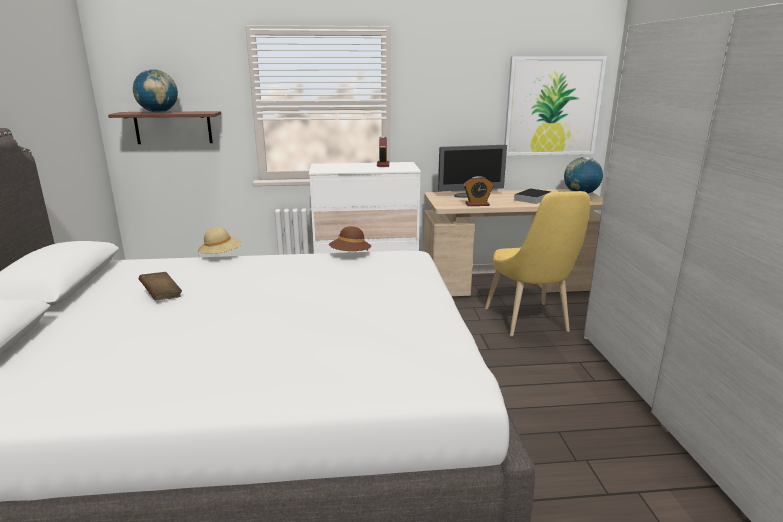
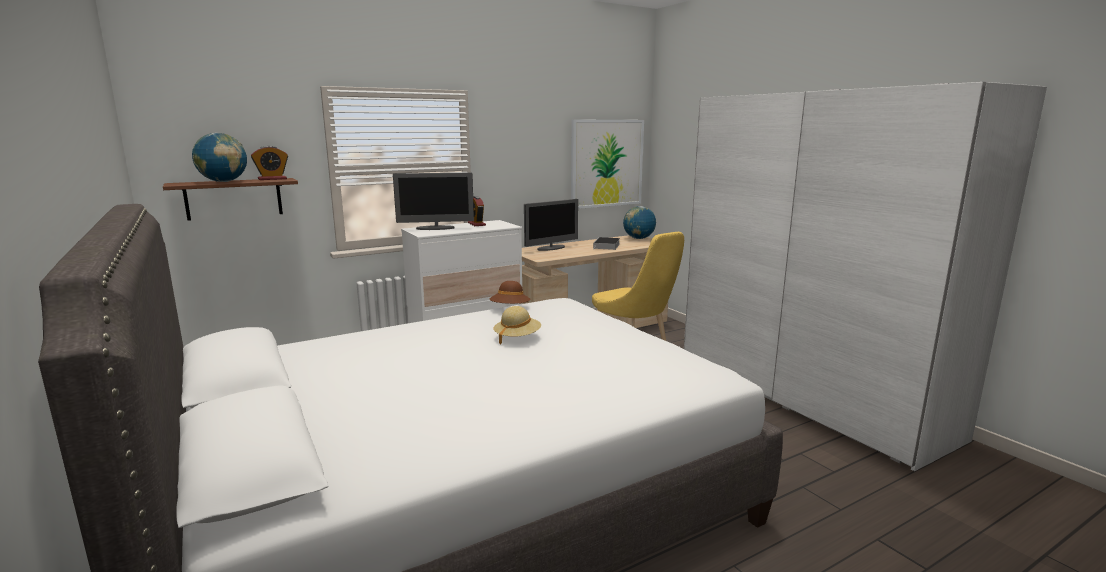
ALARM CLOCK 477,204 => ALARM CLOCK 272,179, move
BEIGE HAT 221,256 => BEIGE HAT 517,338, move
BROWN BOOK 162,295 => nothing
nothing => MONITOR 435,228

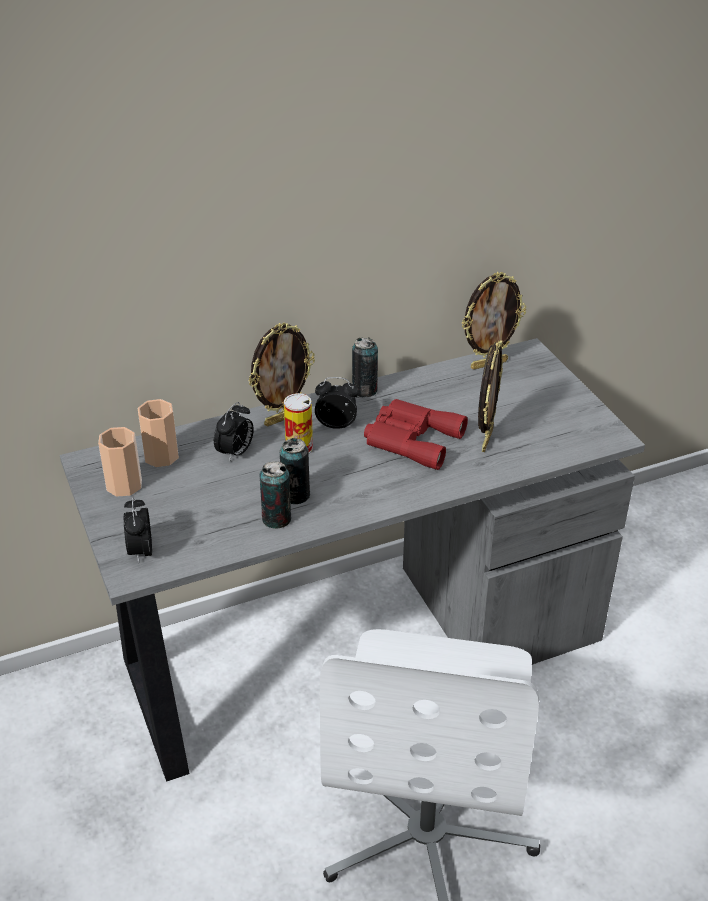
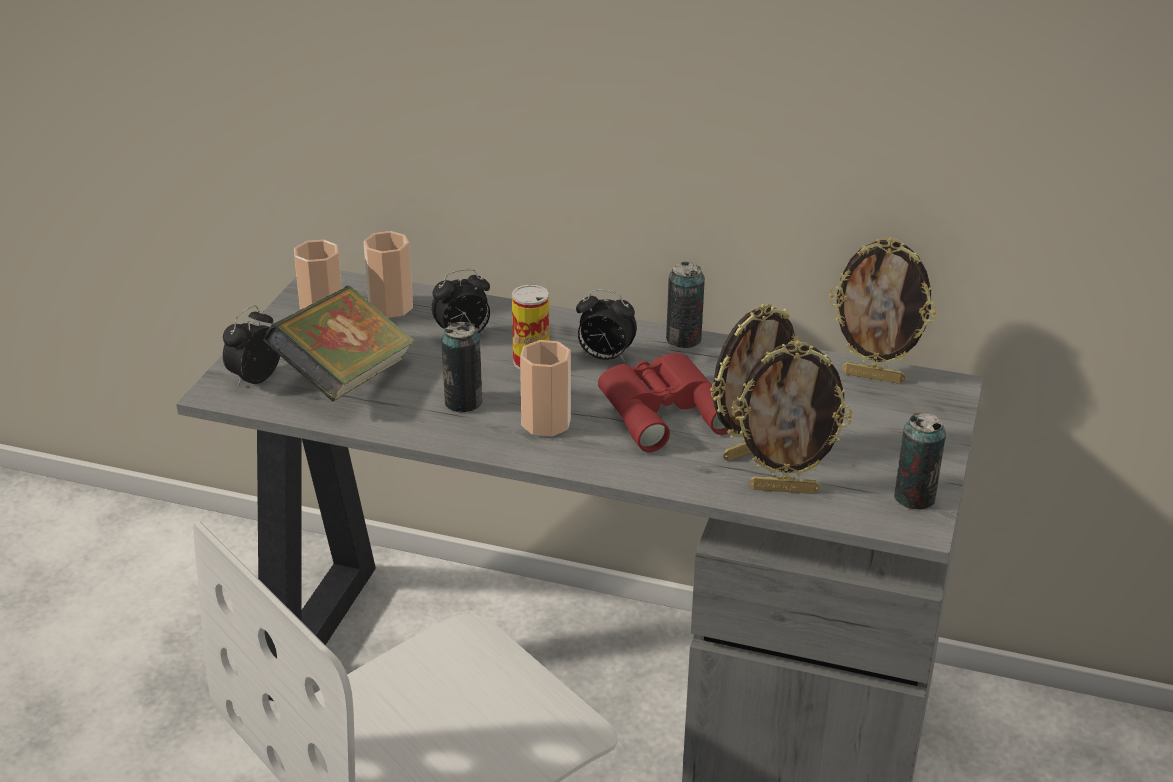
PICTURE FRAME 283,418 => PICTURE FRAME 784,488, move
ALARM CLOCK 337,424 => ALARM CLOCK 604,357, 150 degrees clockwise
CAN 276,519 => CAN 914,498, move
nothing => BOOK 344,379
nothing => CUP 546,423

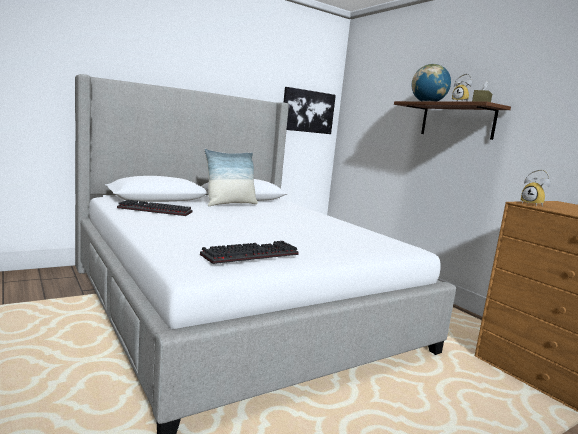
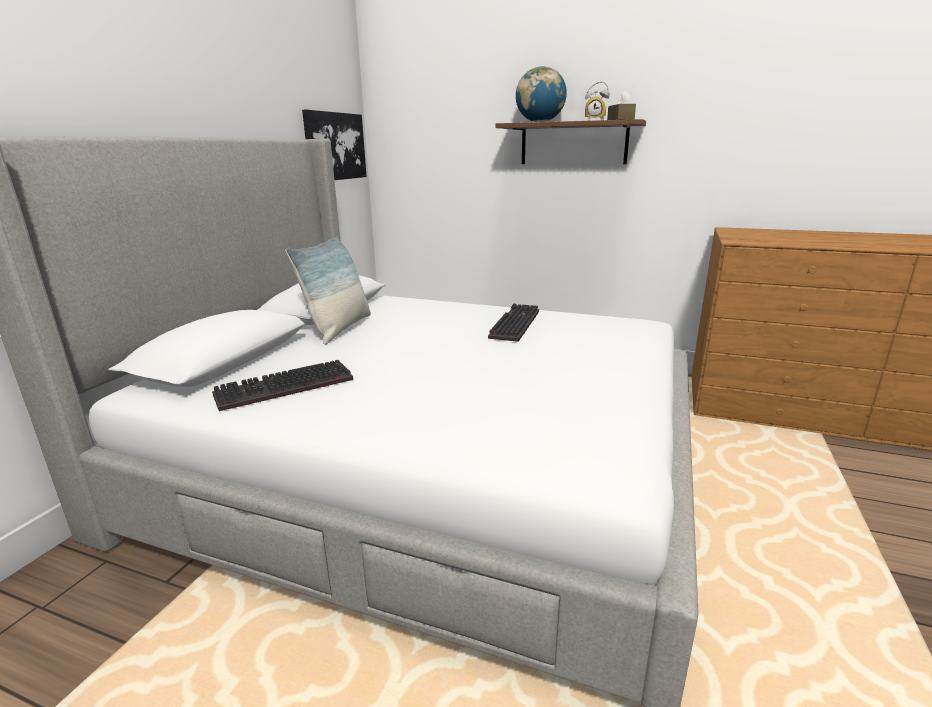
ALARM CLOCK 533,205 => nothing
KEYBOARD 251,254 => KEYBOARD 513,324, move

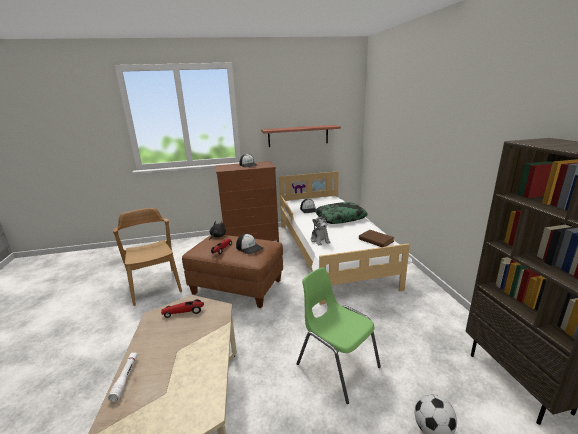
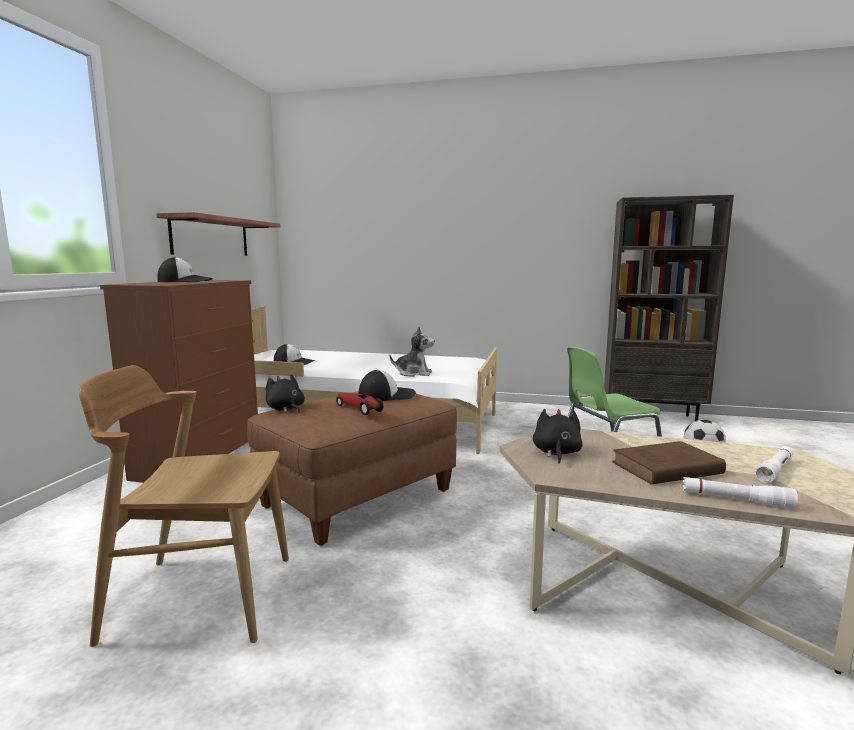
PILLOW 340,218 => nothing
BROWN BOOK 375,240 => BROWN BOOK 664,469, move
TOY CAR 183,312 => BLACK PLUSH TOY 556,453
nothing => WHITE FLASHLIGHT 775,470

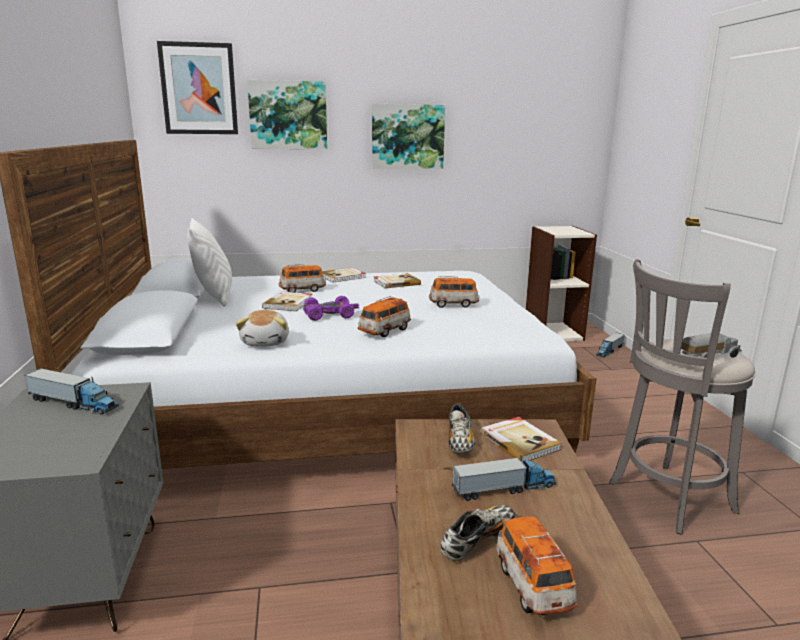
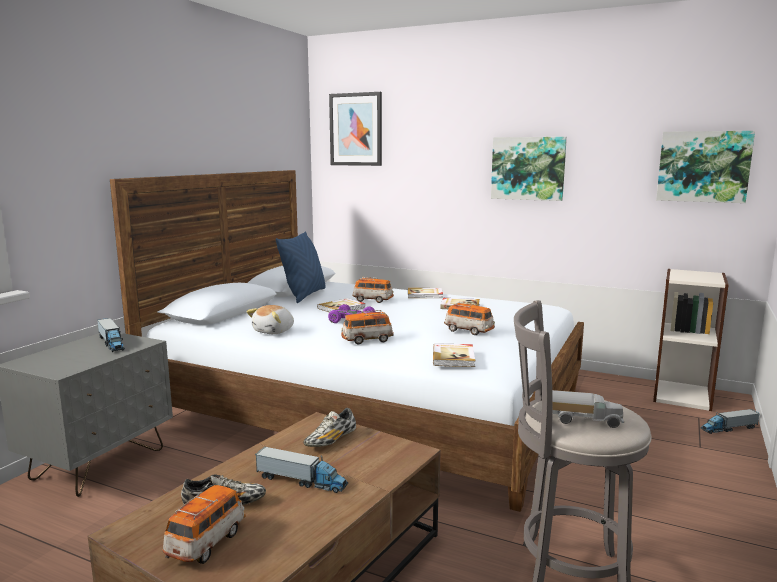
PICTURE 288,115 => PICTURE 703,166, move
WHITE PILLOW 213,296 => BLUE PILLOW 304,295
BOOK 520,441 => BOOK 454,357, move

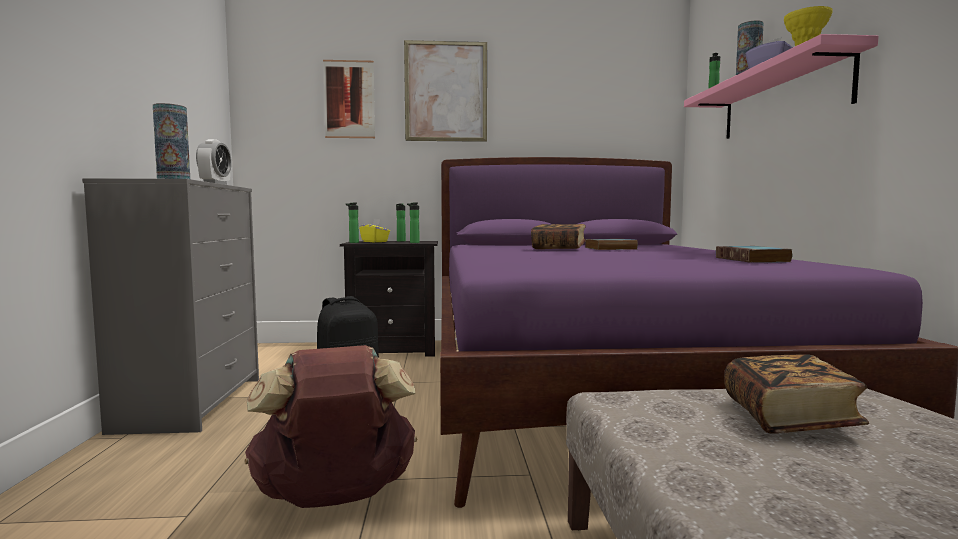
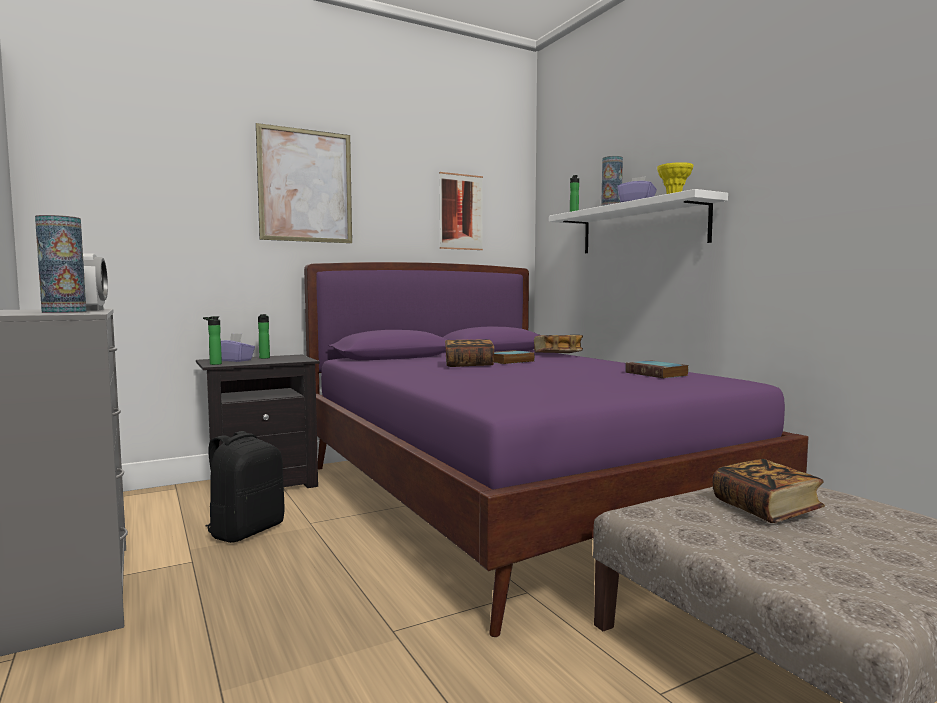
PINK SHELF 781,99 => WHITE SHELF 641,227
PICTURE 349,99 => PICTURE 461,212, move
BOTTLE 413,243 => nothing
YELLOW TISSUE BOX 375,241 => PURPLE TISSUE BOX 235,360
BROWN BACKPACK 335,498 => nothing
nothing => BOOK 557,354

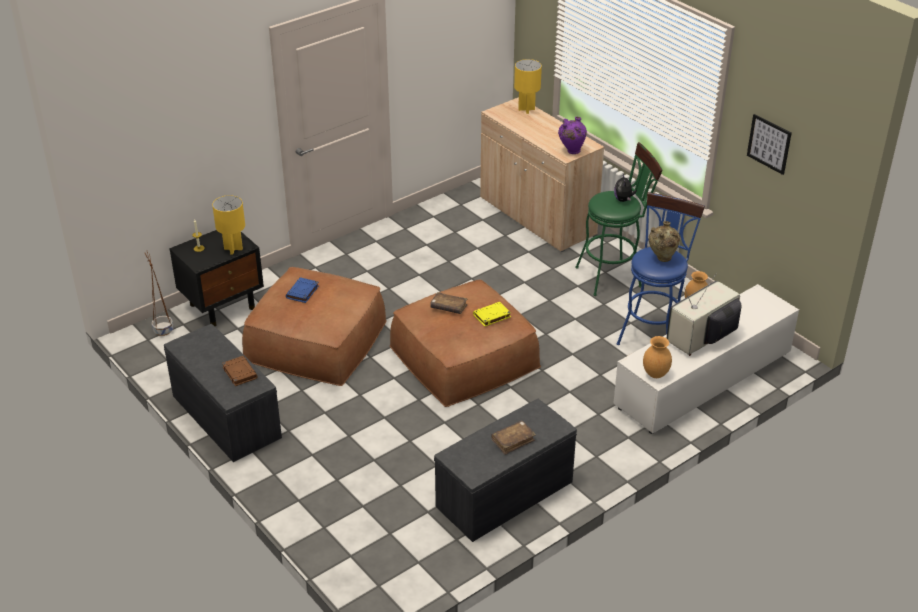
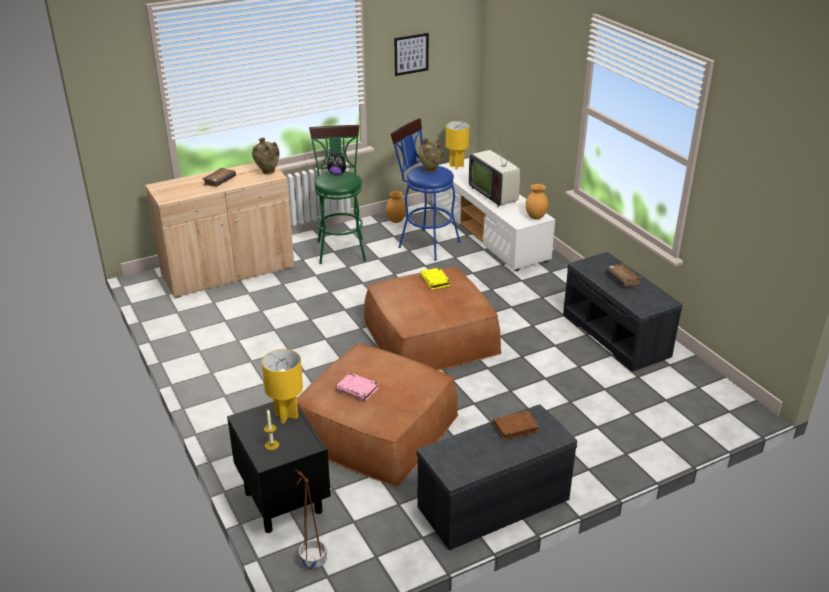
YELLOW TABLE LAMP 526,109 => YELLOW TABLE LAMP 456,166, move
PURPLE VASE 571,151 => BEIGE VASE 267,173
BLUE BOOK 302,292 => PINK BOOK 358,389
BROWN BOOK 448,307 => BROWN BOOK 219,181, move

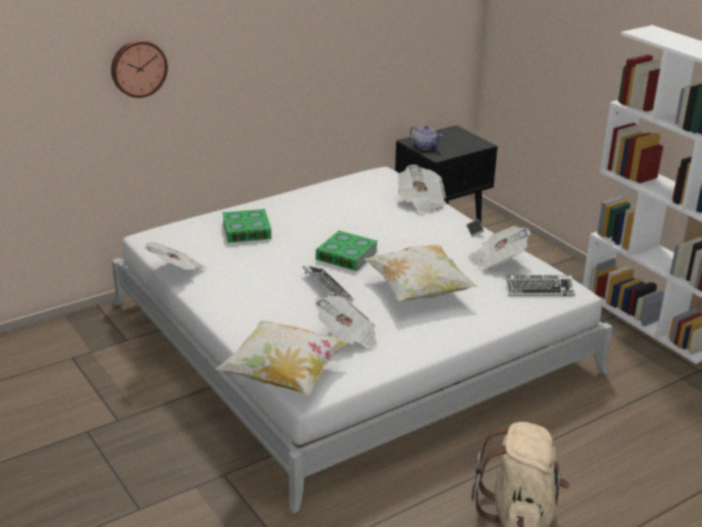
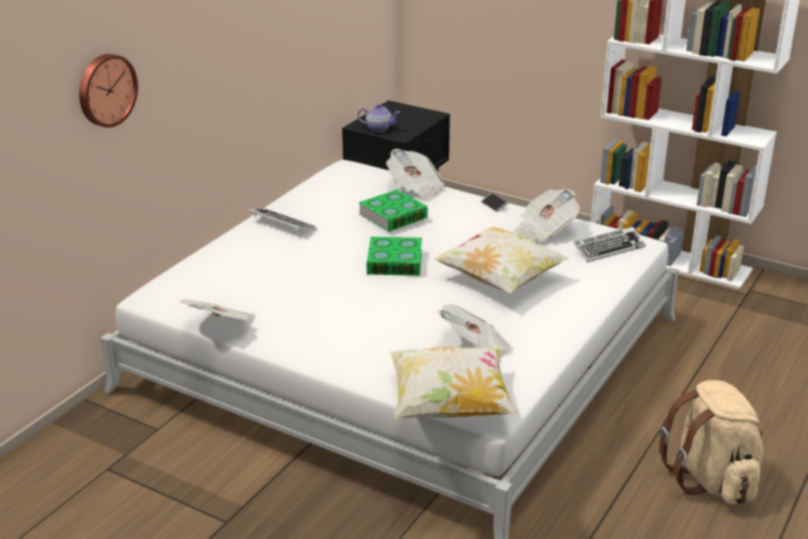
BOOK 246,231 => BOOK 393,216, move
KEYBOARD 326,287 => KEYBOARD 282,224, move

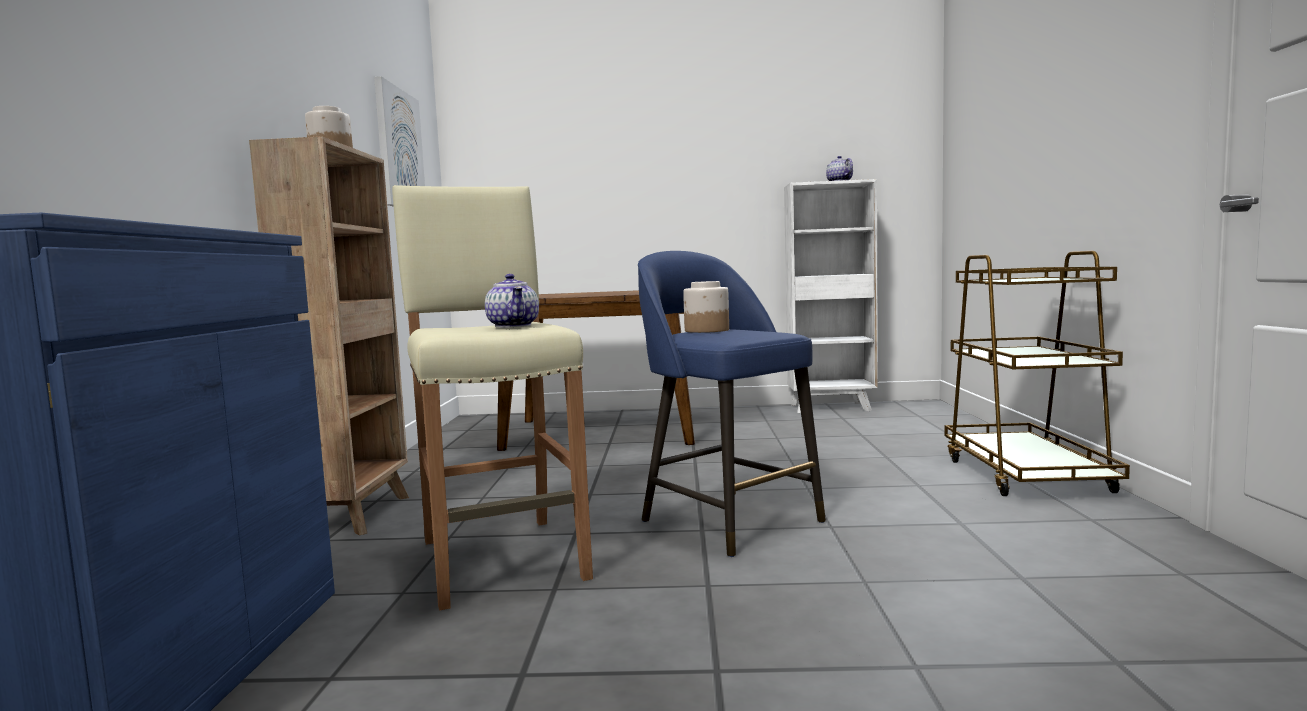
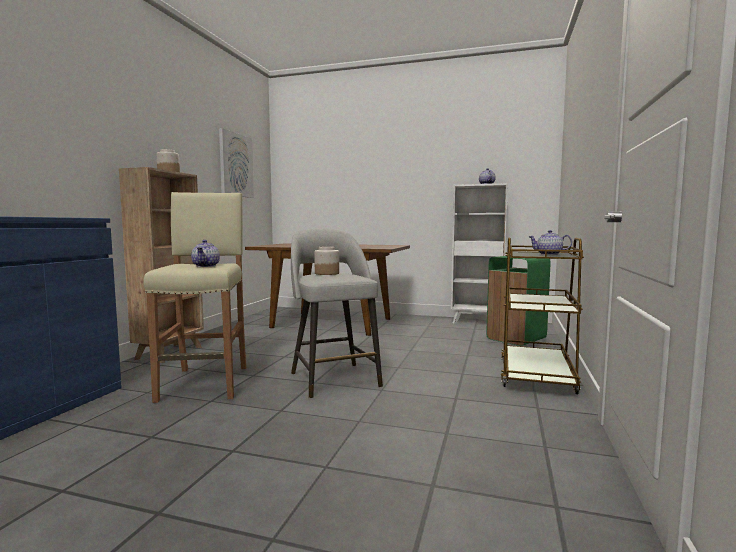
BLUE STOOL 727,519 => GREY STOOL 334,378
nothing => TEAPOT 549,254
nothing => GREEN TRASH CAN 517,338

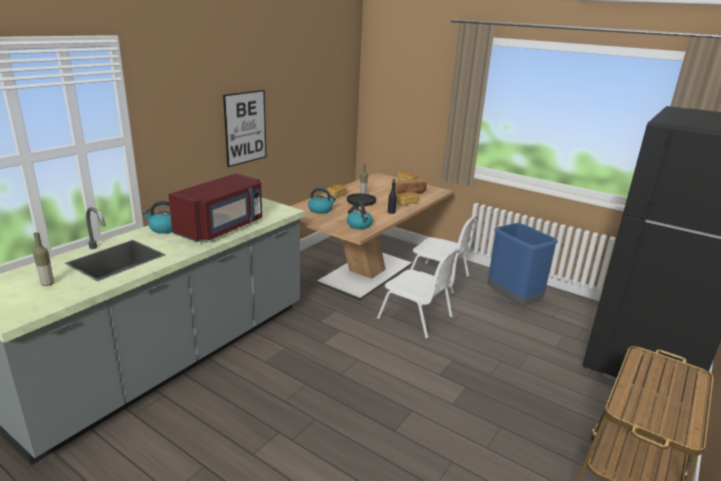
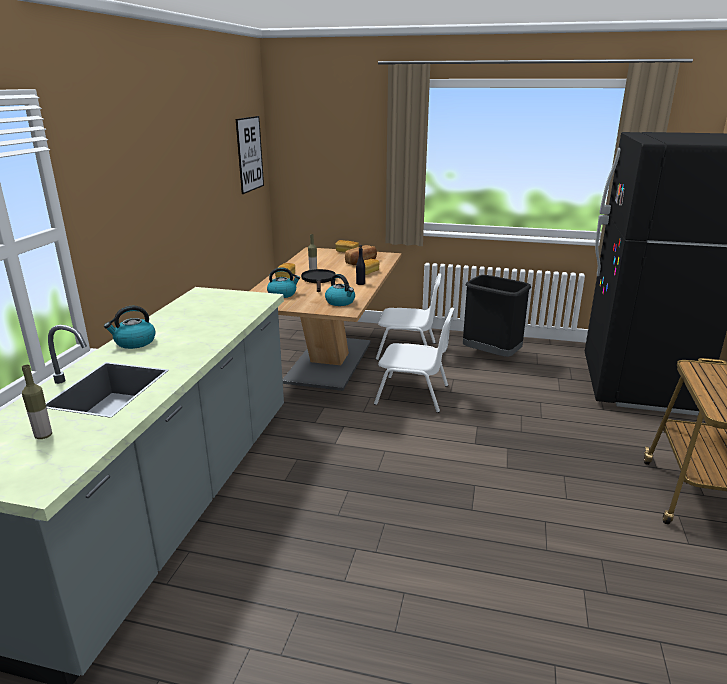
PICTURE 245,127 => PICTURE 249,154, move
RED MICROWAVE 222,228 => nothing
BLUE TRASH CAN 513,299 => BLACK TRASH CAN 491,355

